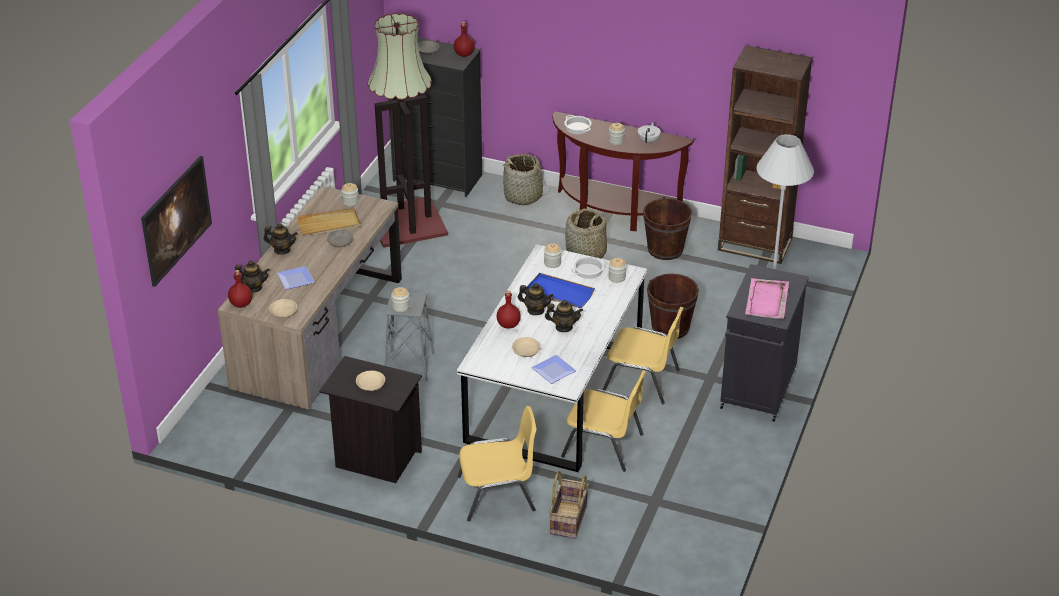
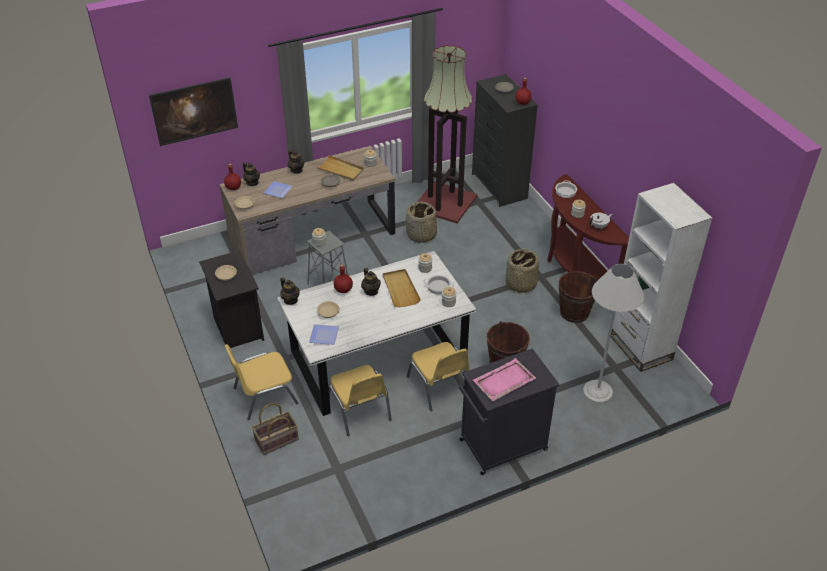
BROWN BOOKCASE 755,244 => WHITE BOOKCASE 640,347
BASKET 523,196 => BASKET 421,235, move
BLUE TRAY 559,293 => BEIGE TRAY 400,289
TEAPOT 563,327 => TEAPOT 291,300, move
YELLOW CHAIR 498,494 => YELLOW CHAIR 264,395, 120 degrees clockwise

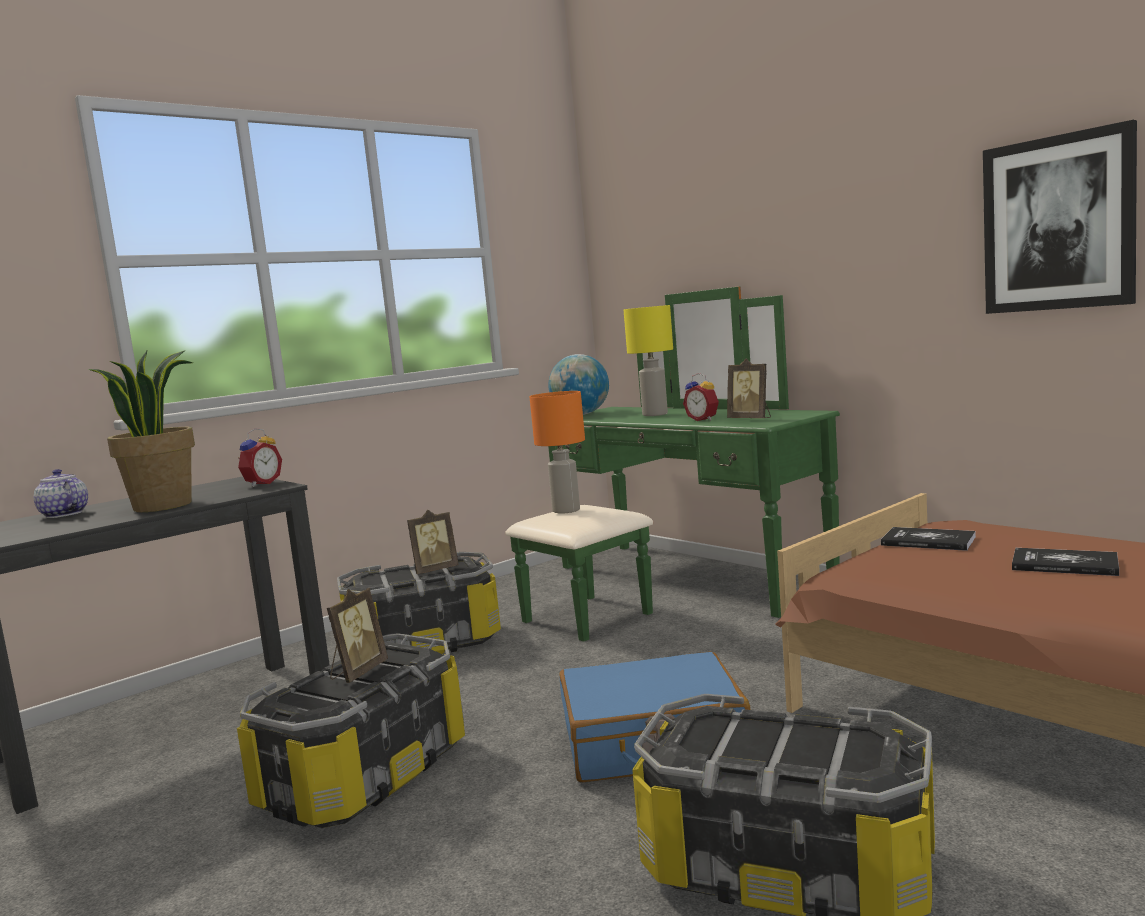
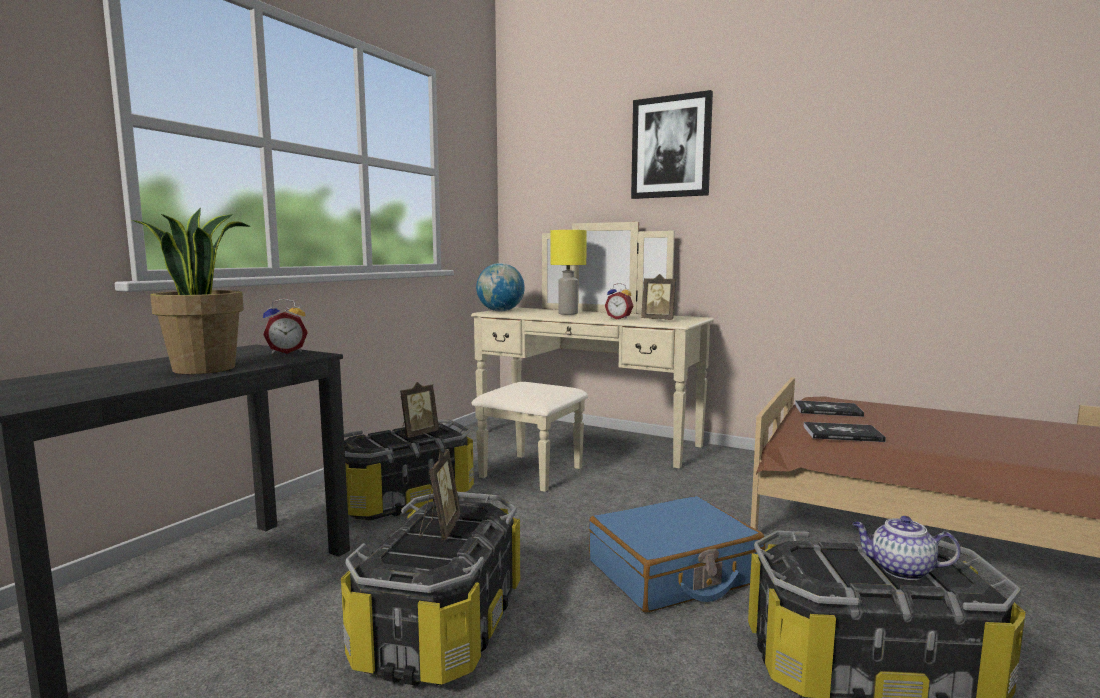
PICTURE 1058,223 => PICTURE 671,147, move
GREEN DRESSER 668,586 => BEIGE DRESSER 576,446
ORANGE TABLE LAMP 567,510 => nothing
ALARM CLOCK 261,484 => ALARM CLOCK 287,352, 60 degrees clockwise
TEAPOT 63,514 => TEAPOT 900,570, move
BOOK 1064,564 => BOOK 842,434, move

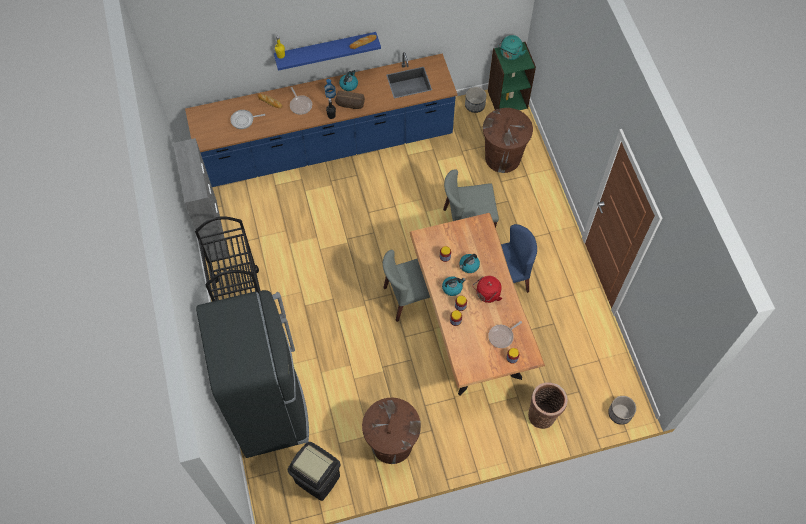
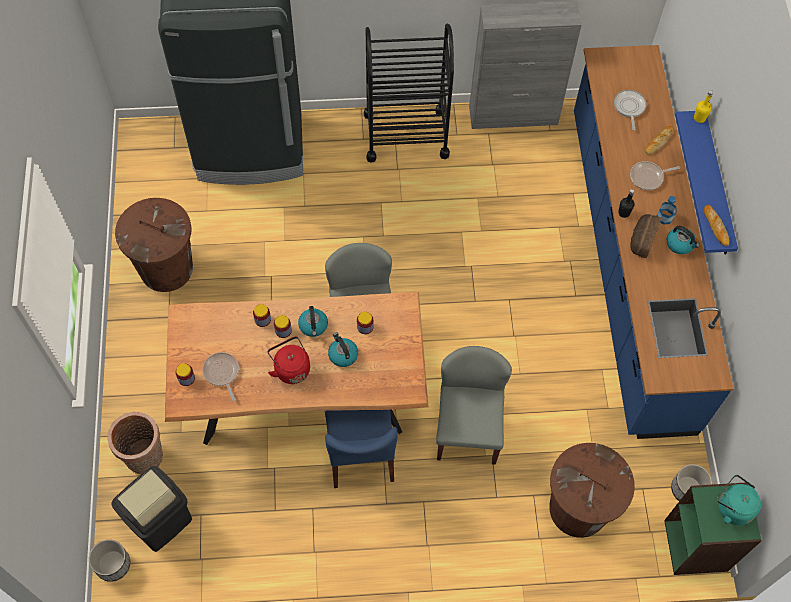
BLACK TRASH CAN 317,479 => BLACK TRASH CAN 160,520, move

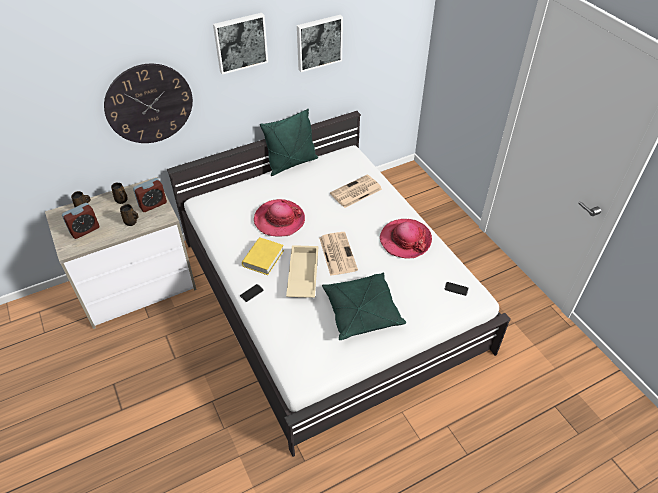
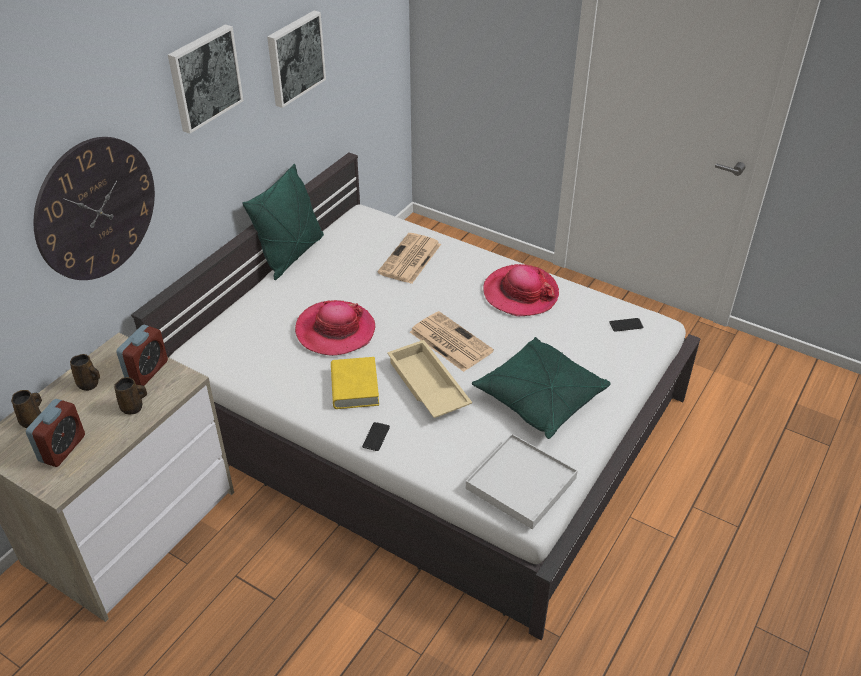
nothing => WHITE TRAY 521,483

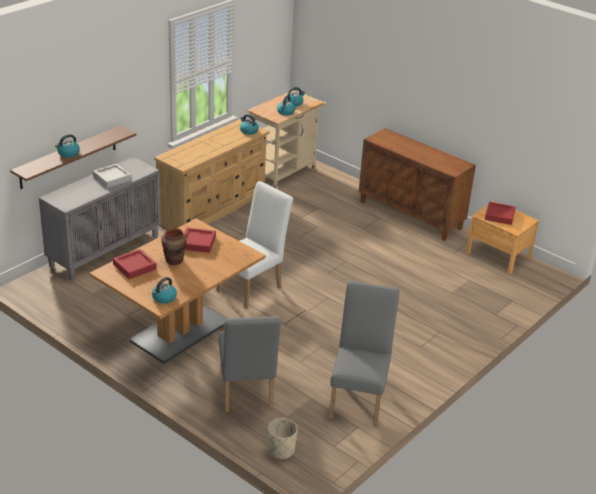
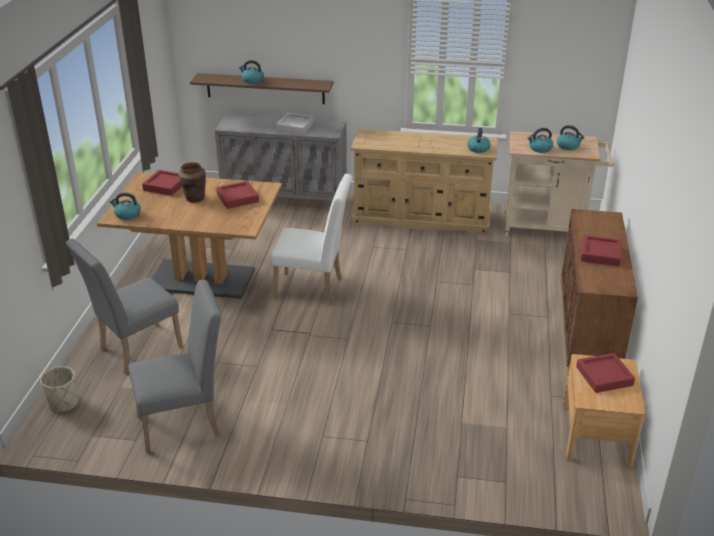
nothing => RED TRAY 600,254

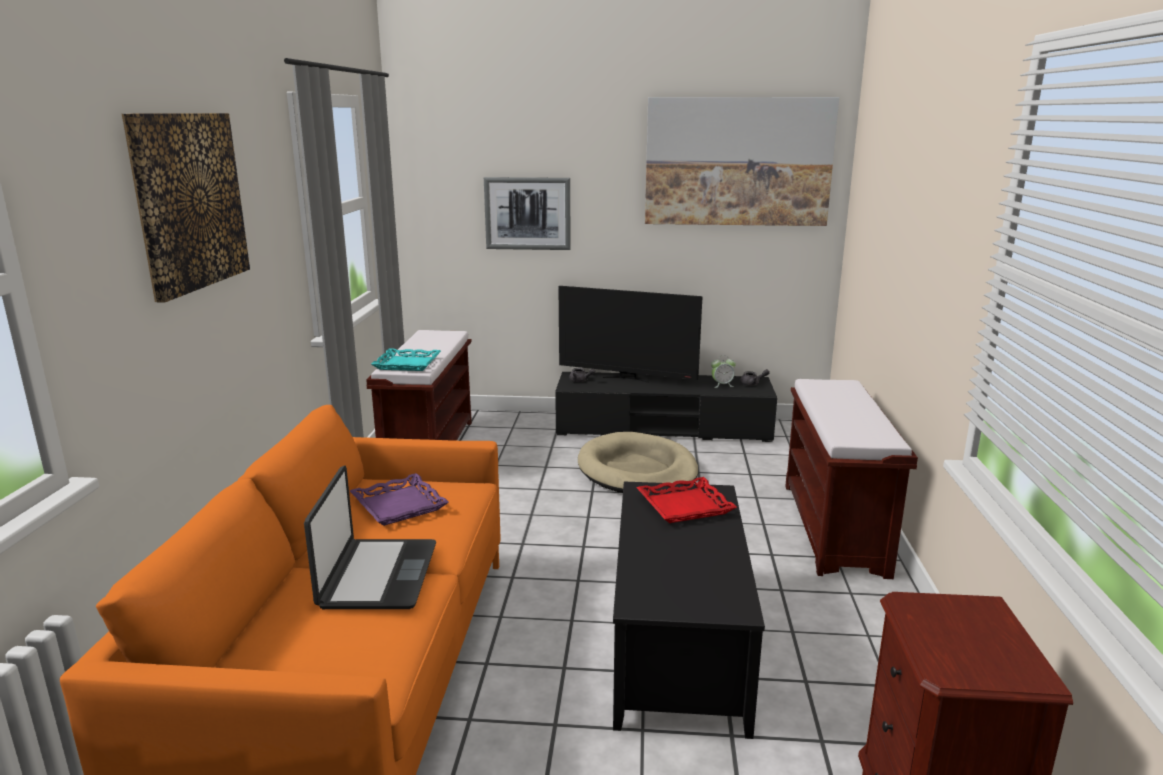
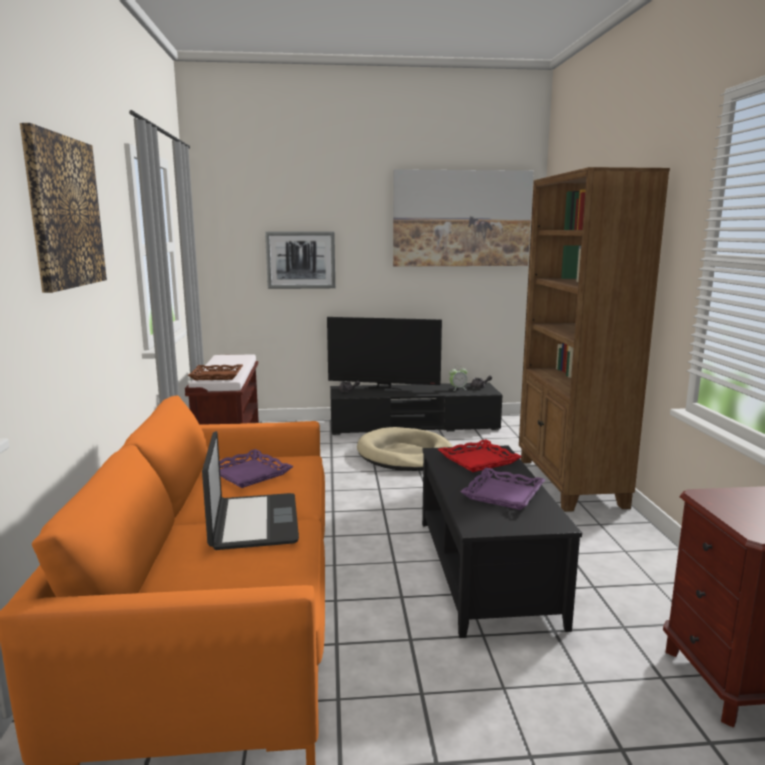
TURQUOISE TRAY 407,364 => BROWN TRAY 217,376
BROWN BENCH 835,528 => BROWN BOOKCASE 569,483
nothing => PURPLE TRAY 504,494

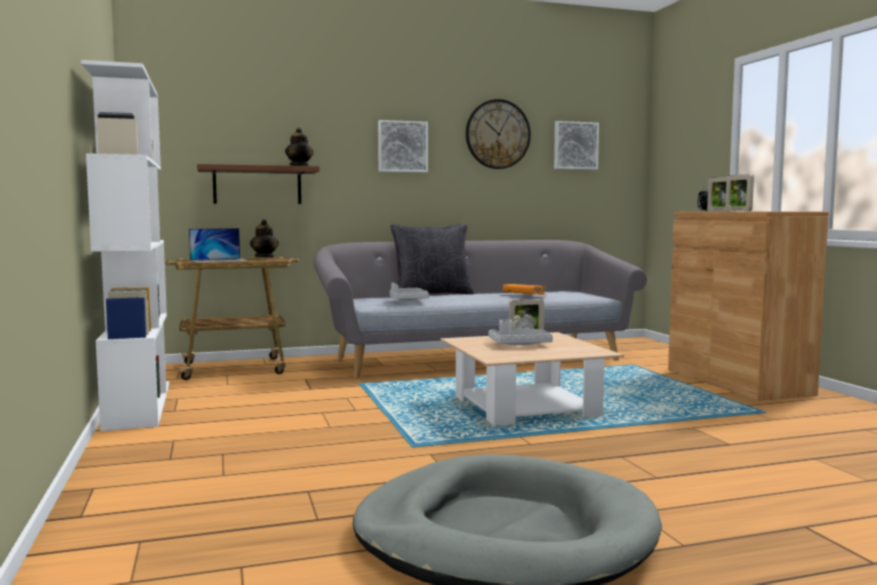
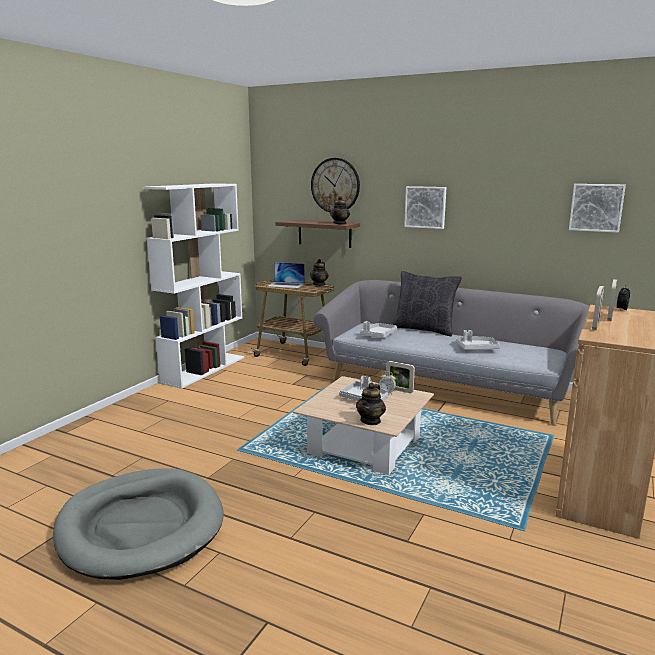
WALL CLOCK 497,134 => WALL CLOCK 335,185, move
ORANGE BOOK 524,295 => GREY TRAY 476,348
nothing => TEAPOT 371,420

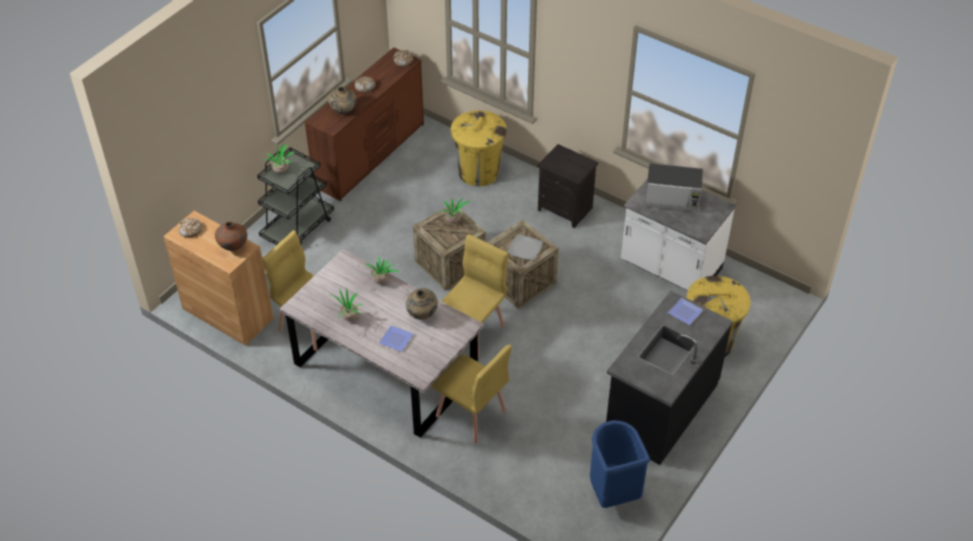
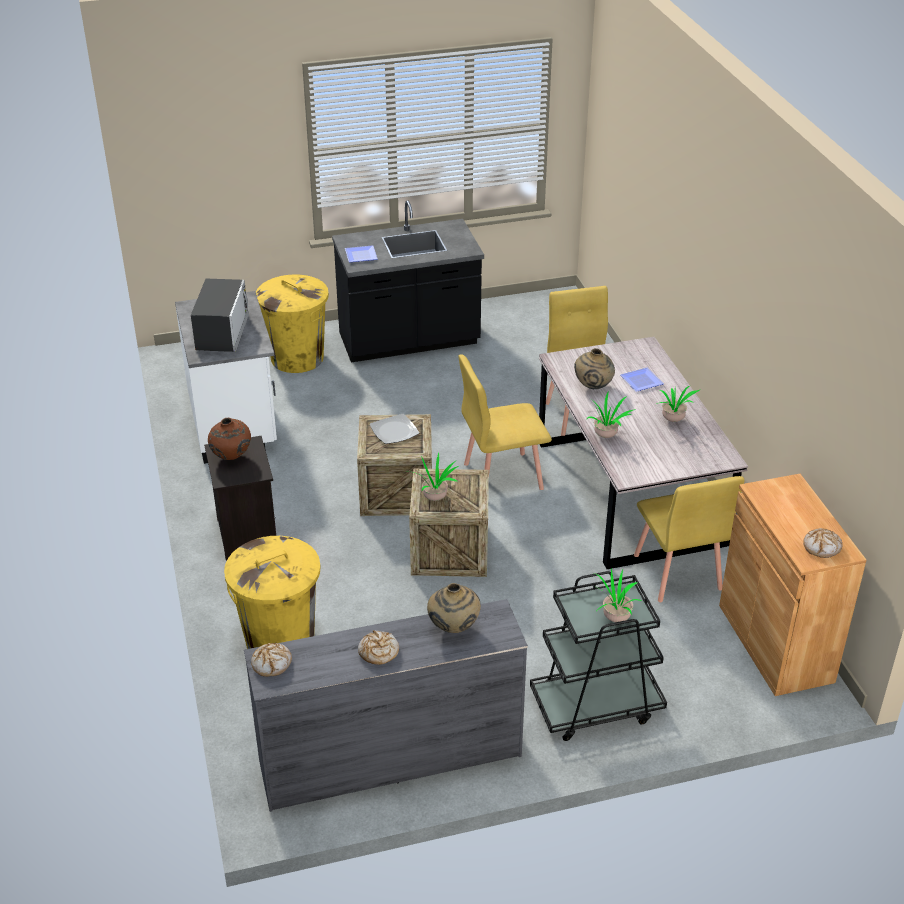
BROWN DRESSER 371,155 => GREY DRESSER 389,758
MICROWAVE 672,199 => MICROWAVE 222,333, 45 degrees clockwise
BROWN VASE 233,247 => BROWN VASE 232,457, move
BLUE TRASH CAN 612,492 => nothing

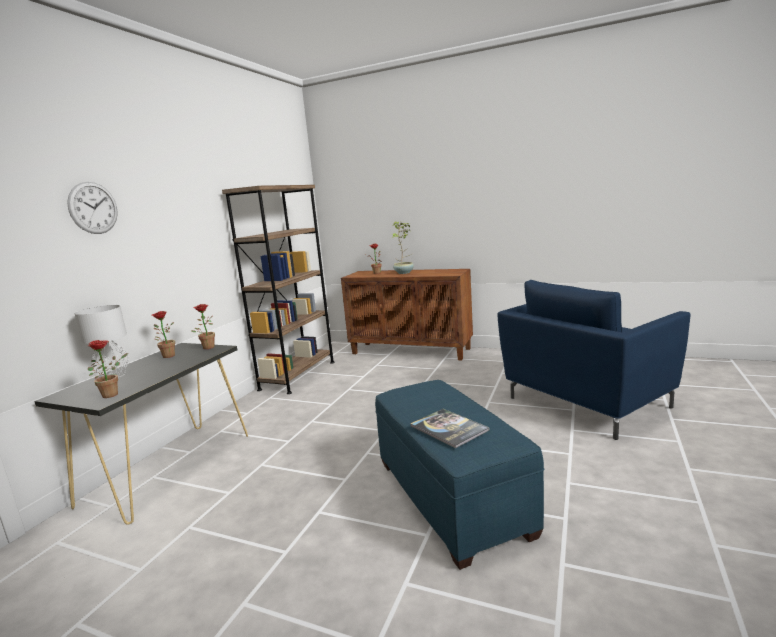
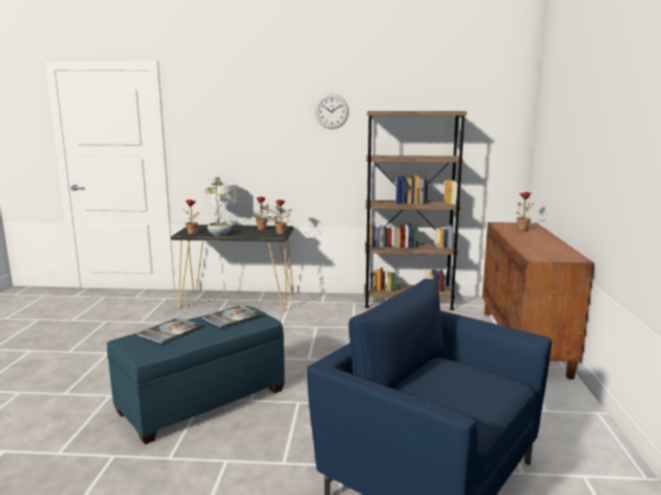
WALL CLOCK 93,208 => WALL CLOCK 331,111, move
POTTED PLANT 404,272 => POTTED PLANT 219,235, move
nothing => BOOK 232,317

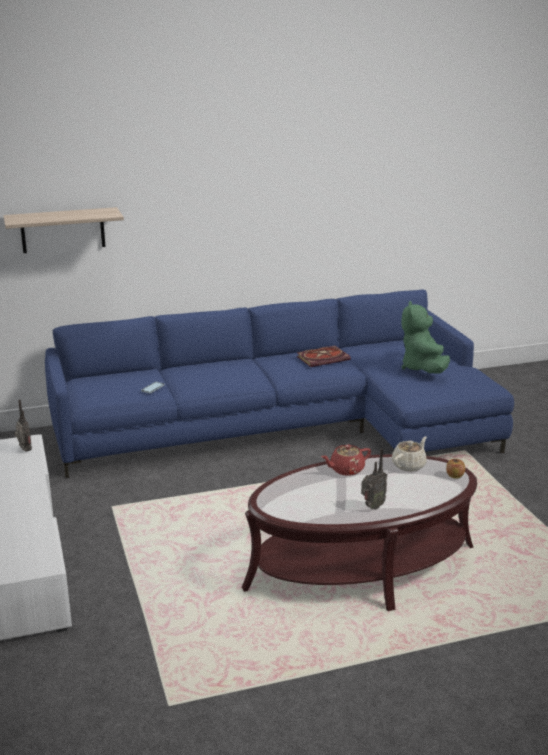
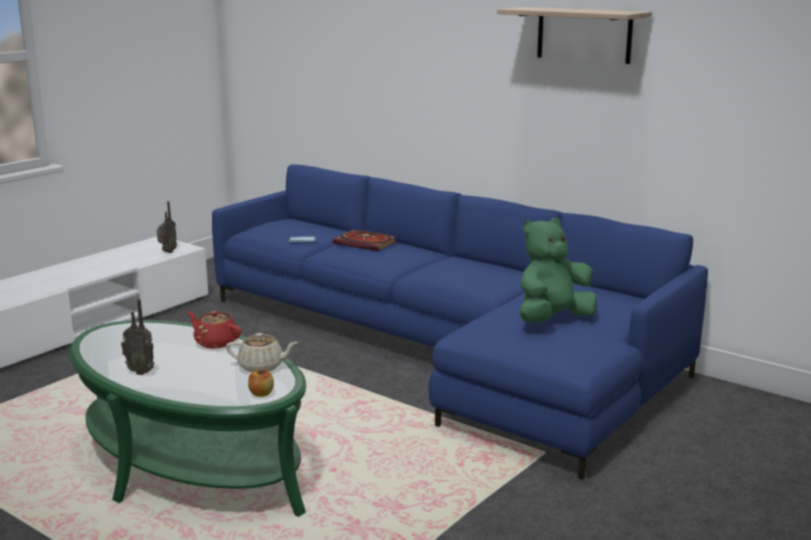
SHELF 63,230 => SHELF 584,35, move
BOOK 323,358 => BOOK 367,243, move
BROWN COFFEE TABLE 361,567 => GREEN COFFEE TABLE 191,463

